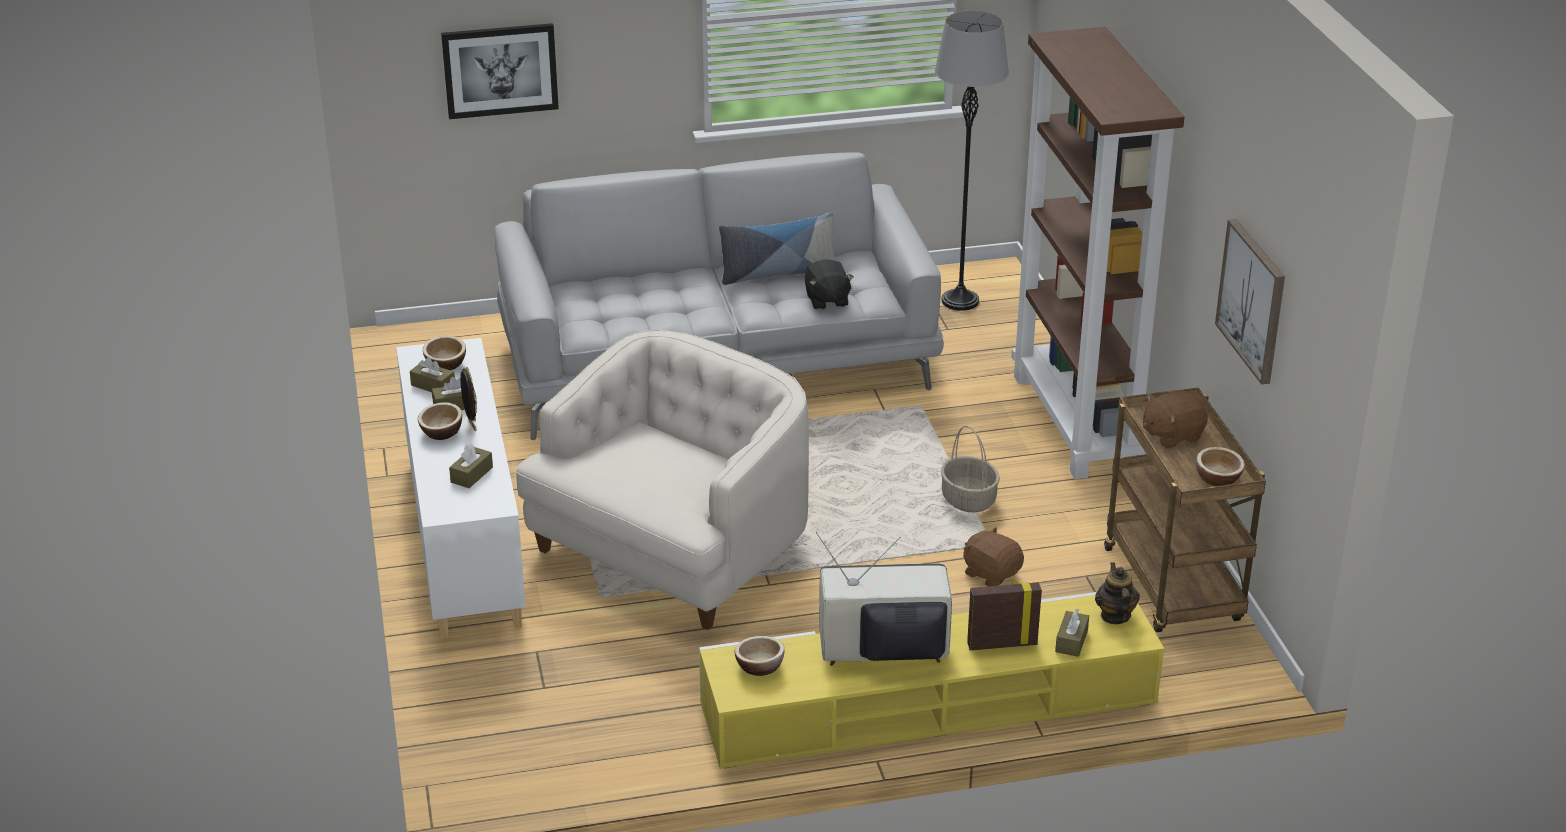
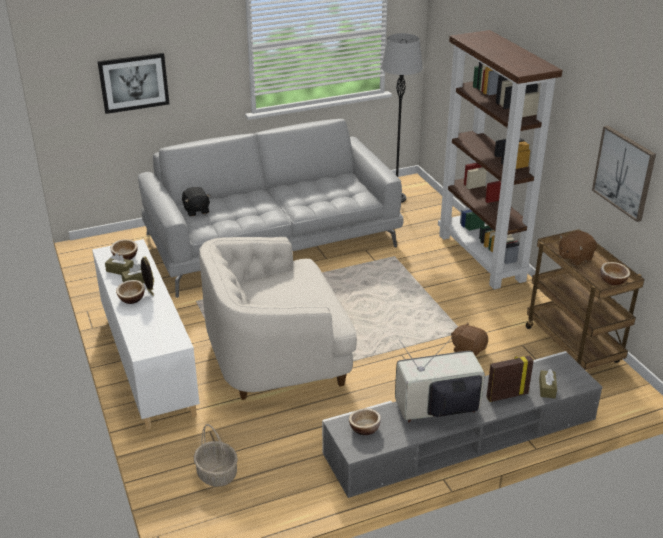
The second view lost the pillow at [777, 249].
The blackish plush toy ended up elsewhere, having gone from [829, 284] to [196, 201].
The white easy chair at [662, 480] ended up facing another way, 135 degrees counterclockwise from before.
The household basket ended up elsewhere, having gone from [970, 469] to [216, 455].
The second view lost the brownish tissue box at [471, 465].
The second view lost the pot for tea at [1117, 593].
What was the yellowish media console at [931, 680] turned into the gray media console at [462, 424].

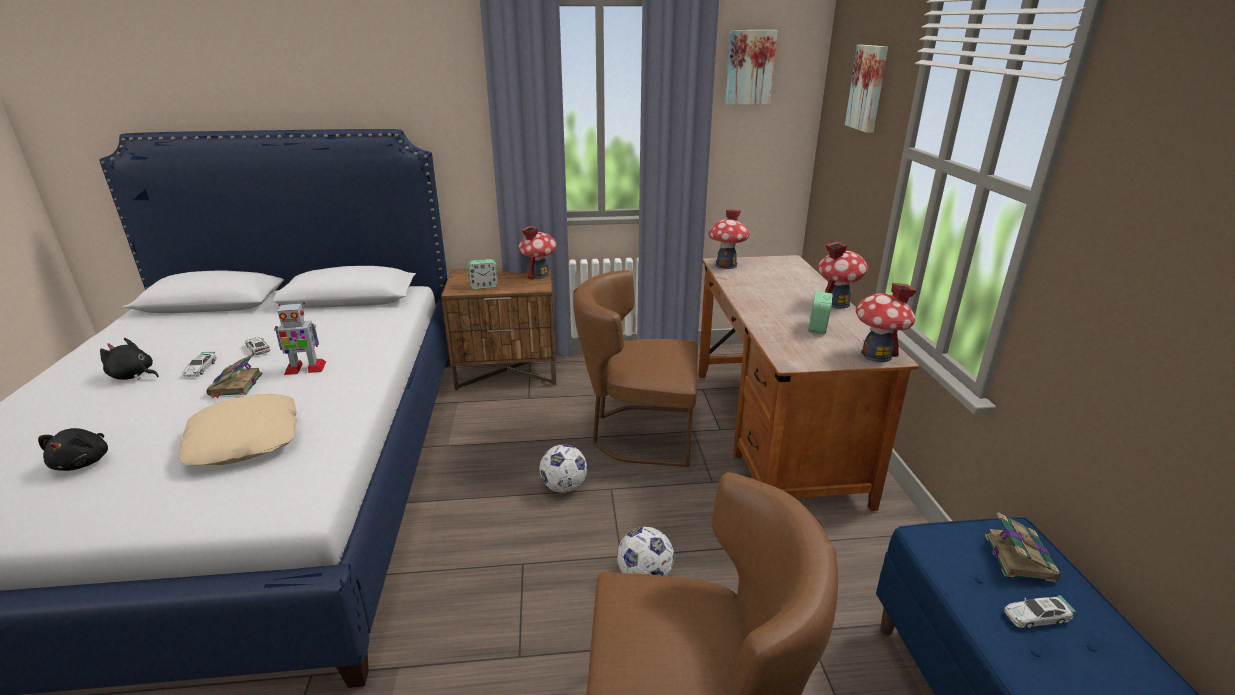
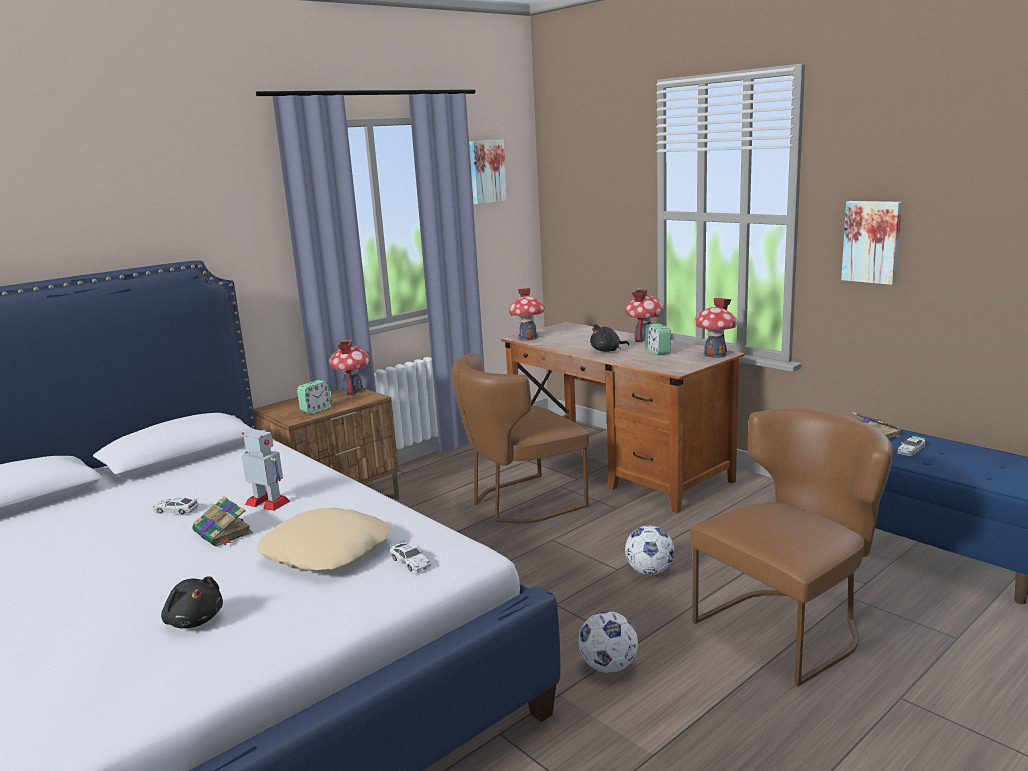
The wall picture ended up elsewhere, having gone from [866, 89] to [871, 243].
The toy robot at [300, 338] ended up facing another way, 105 degrees counterclockwise from before.
The blackish plush toy ended up elsewhere, having gone from [129, 359] to [609, 338].
The toy car ended up elsewhere, having gone from [200, 364] to [410, 556].
The ball for football ended up elsewhere, having gone from [563, 468] to [608, 642].

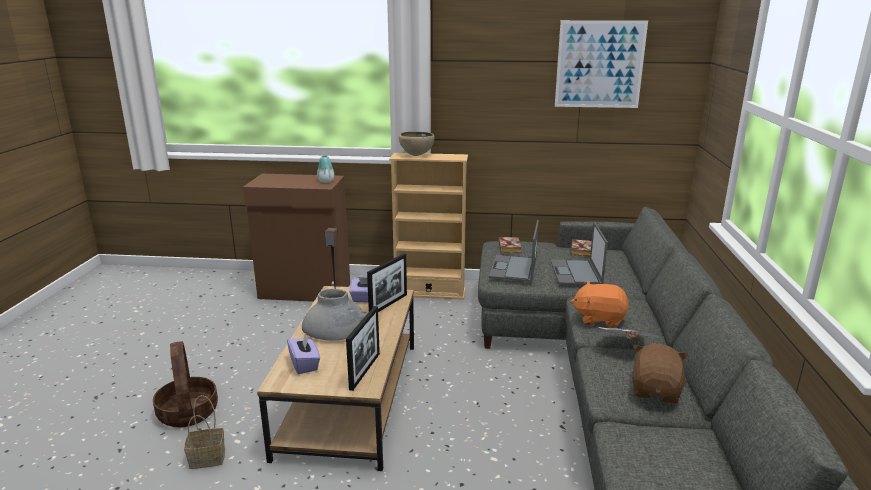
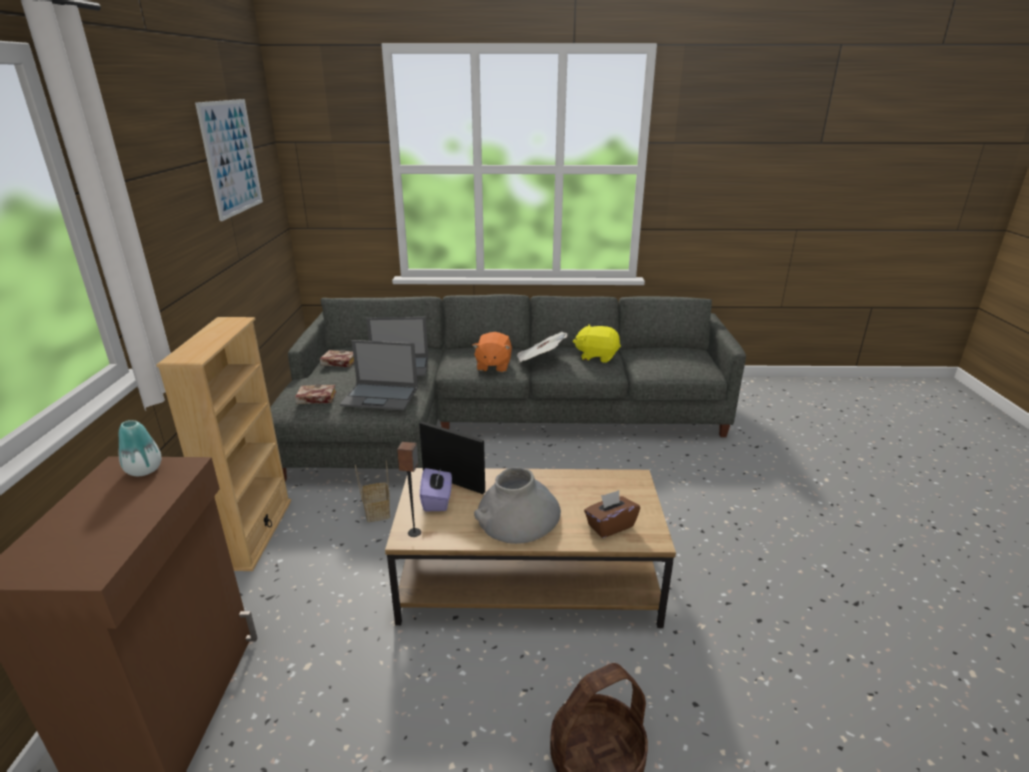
The second view lost the brownish bowl at [417, 143].
The second view lost the photo frame at [363, 348].
What was the purple-coloured tissue box at [303, 353] turned into the brownish tissue box at [612, 514].
What was the brownish plush toy at [660, 373] turned into the yellowish plush toy at [597, 344].
The household basket ended up elsewhere, having gone from [204, 432] to [372, 491].

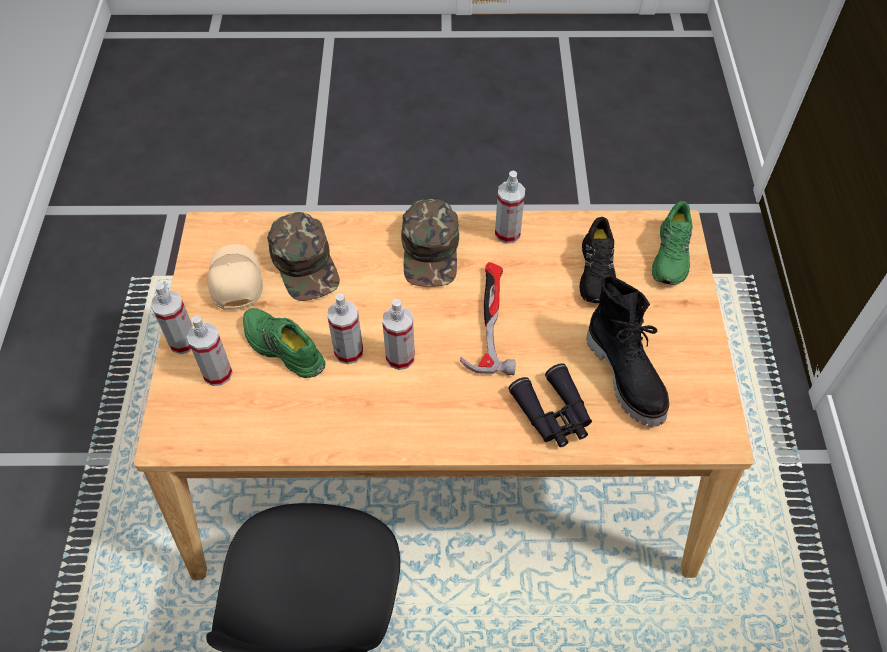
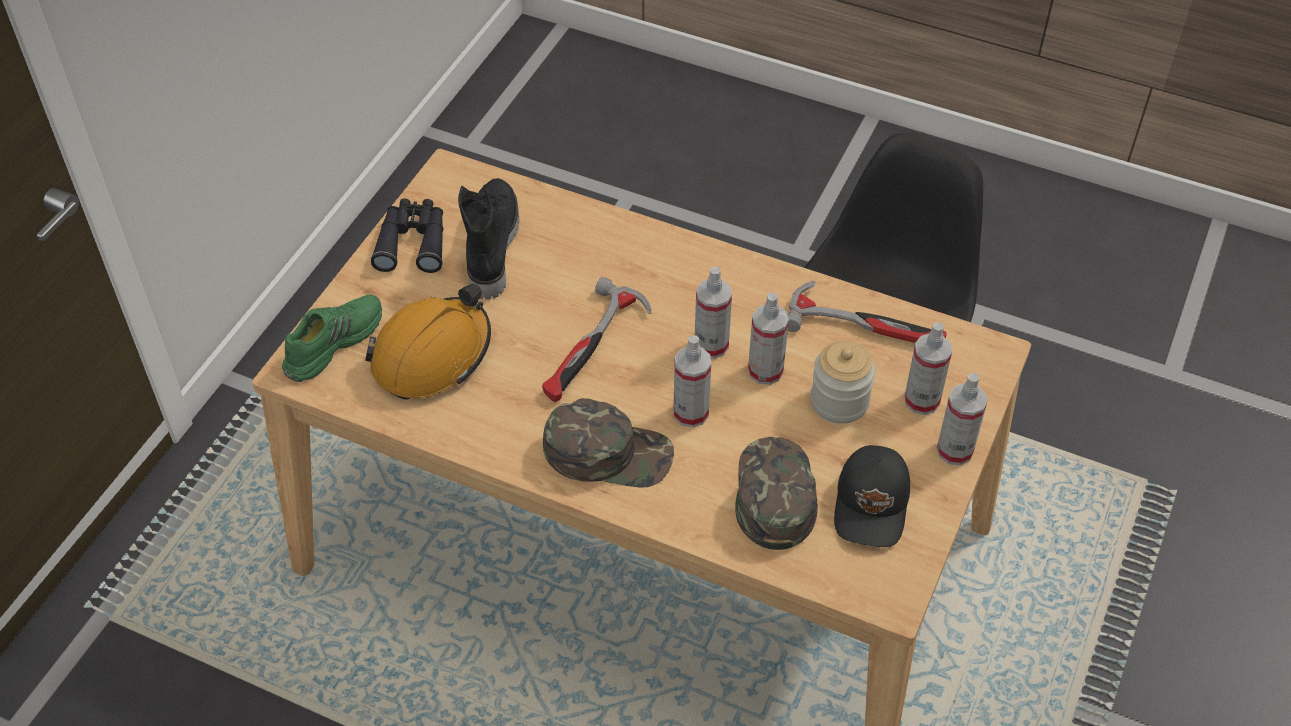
The hand sprayer ended up elsewhere, having gone from [510, 207] to [692, 381].
The greenish cap at [430, 243] ended up facing another way, 75 degrees clockwise from before.
Where the blackish item of footwear stood at [598, 260], the orange-coloured work helmet came to stand at [428, 342].
What was the sand-coloured cap at [235, 277] turned into the blackish cap at [872, 496].
Where the greenish item of footwear stood at [284, 343], the preserve jar came to stand at [843, 382].
The blackish field glasses ended up elsewhere, having gone from [550, 405] to [407, 235].
The second view gained the hand hammer at [867, 312].

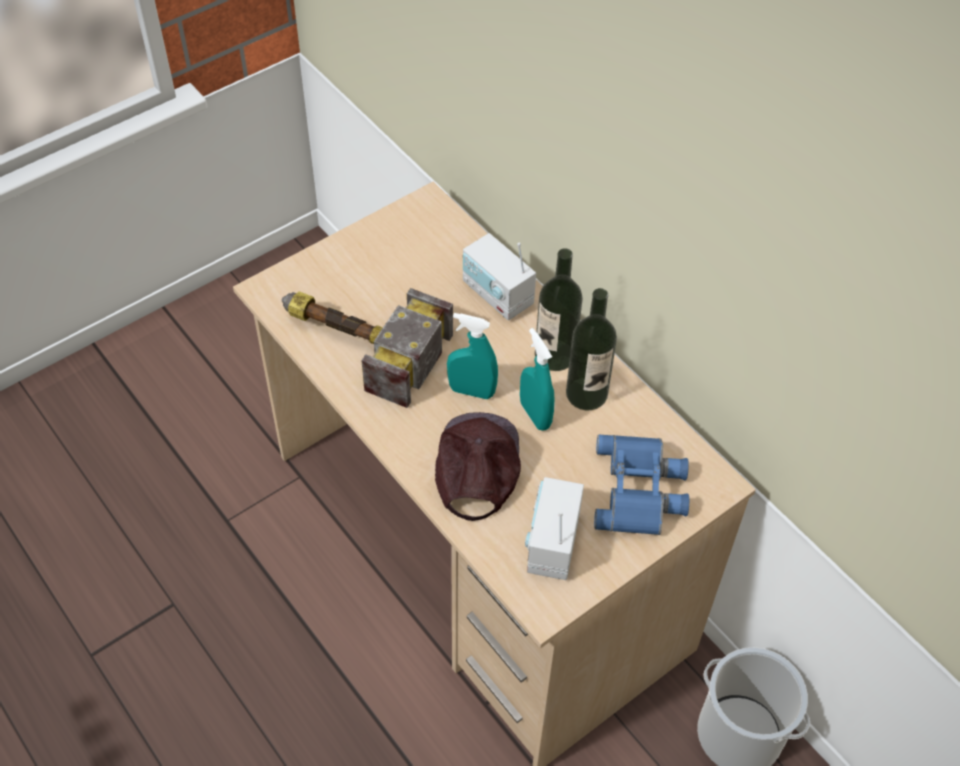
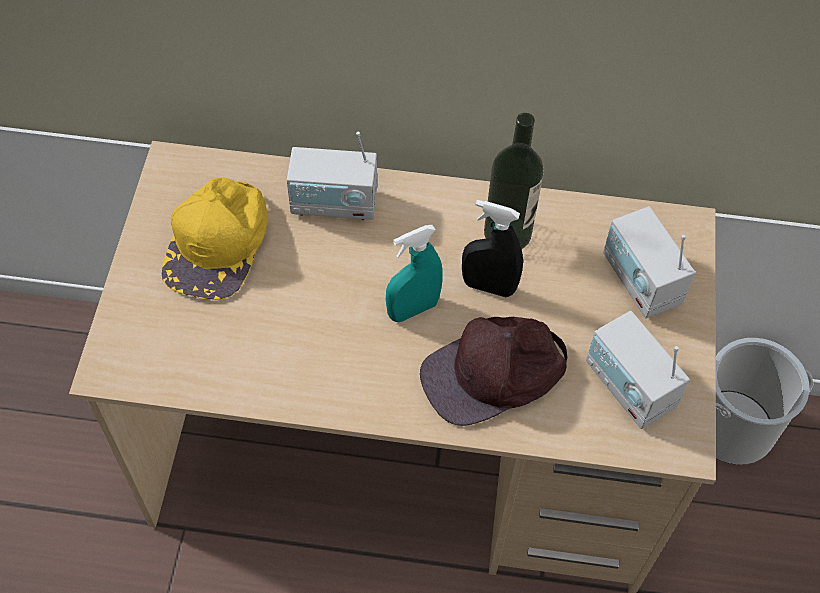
The second view lost the beverage bottle at [559, 309].
The second view lost the hand hammer at [367, 348].
What was the blue-green hand sprayer at [537, 379] turned into the blackish hand sprayer at [492, 248].
The brownish cap at [478, 466] ended up facing another way, 75 degrees counterclockwise from before.
Where the bluish field glasses stood at [641, 485], the radio came to stand at [649, 262].
The second view gained the yellowish cap at [214, 238].

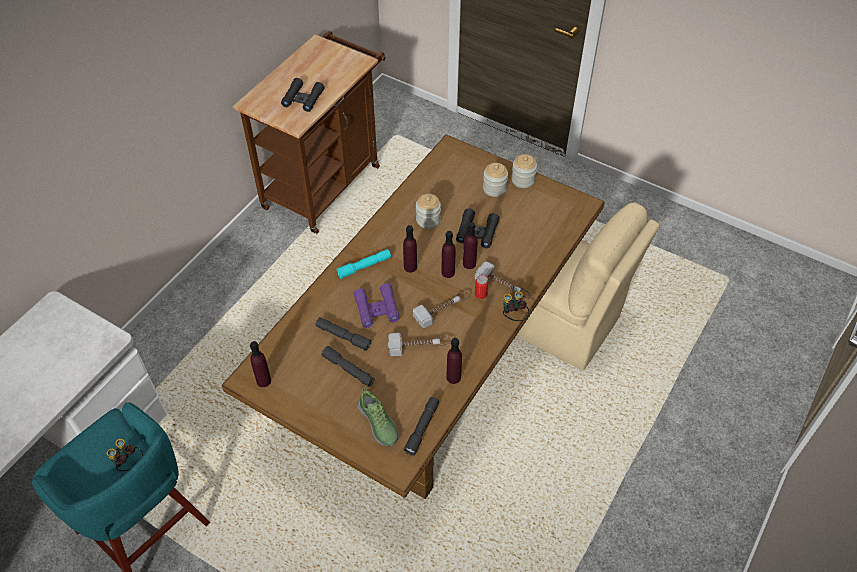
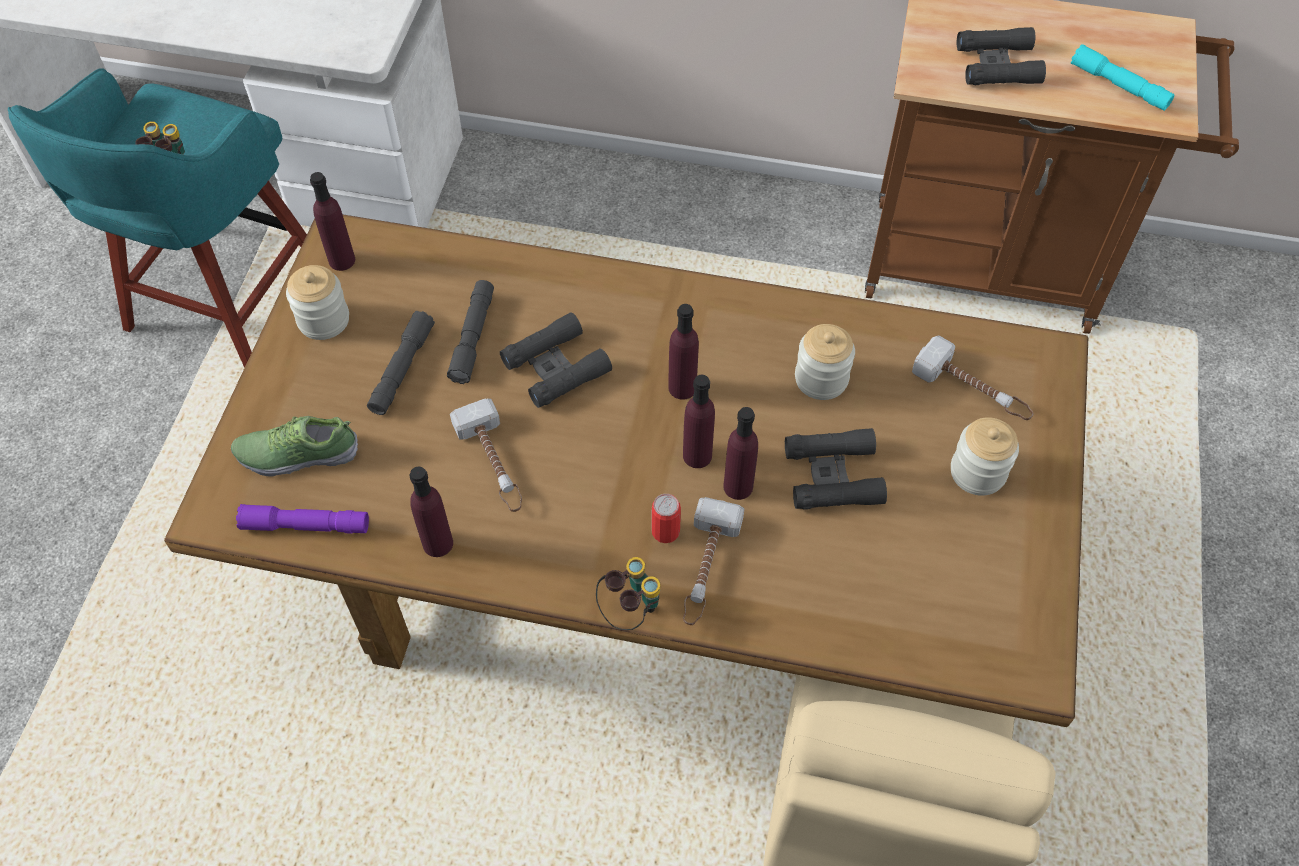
The preserve jar ended up elsewhere, having gone from [524, 171] to [317, 302].
The blue-green torch ended up elsewhere, having gone from [364, 264] to [1123, 77].
What was the purple-coloured field glasses at [376, 305] turned into the blackish field glasses at [556, 360].
The hand hammer ended up elsewhere, having gone from [441, 310] to [973, 377].
The item of footwear at [378, 417] ended up facing another way, 45 degrees clockwise from before.
What was the gray torch at [421, 426] turned into the purple-coloured torch at [302, 519].

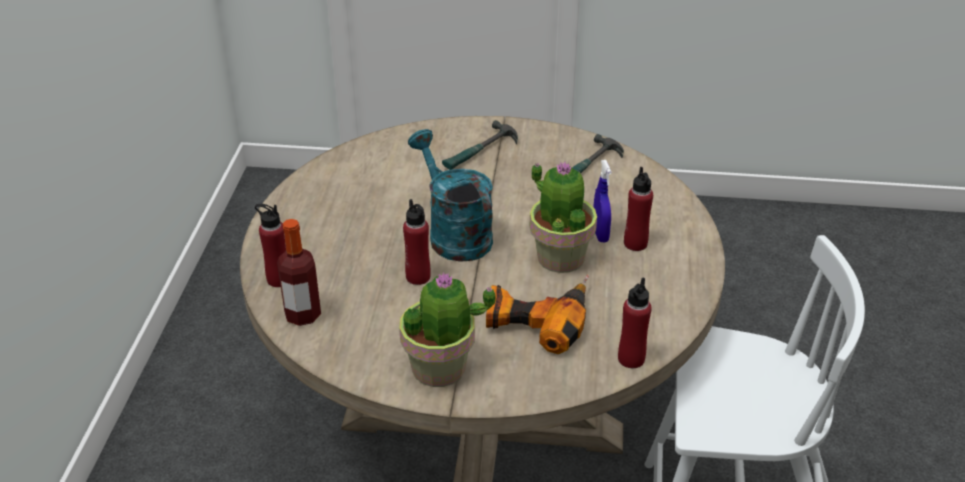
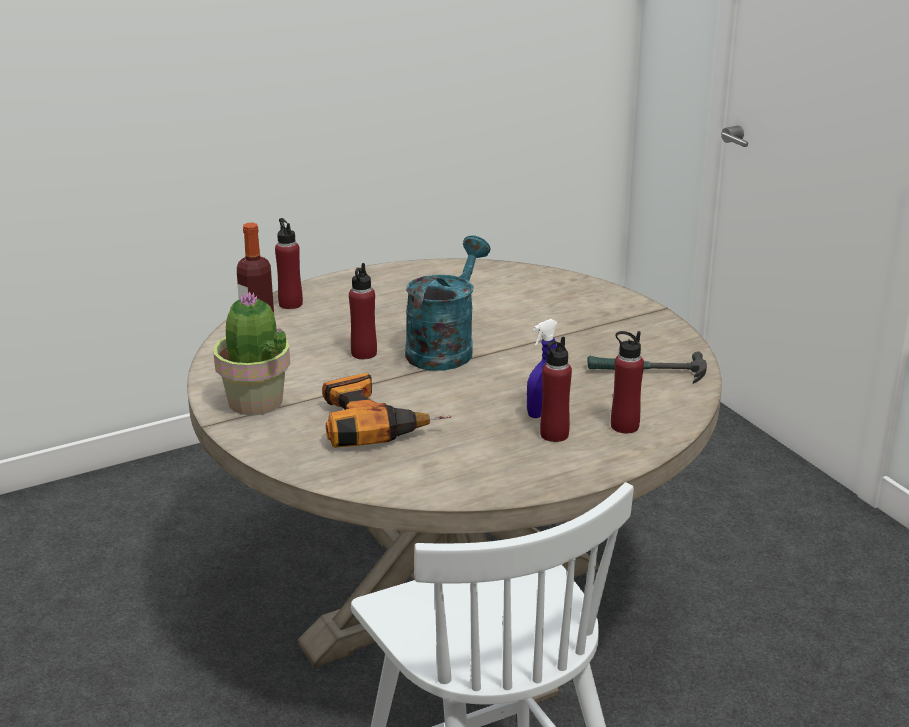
The second view lost the hand hammer at [480, 145].
The second view lost the plant in a pot at [563, 217].
The reddish beverage bottle ended up elsewhere, having gone from [635, 322] to [627, 382].

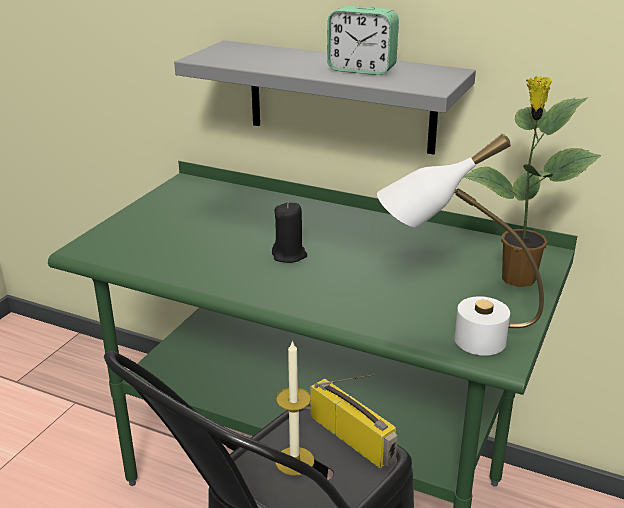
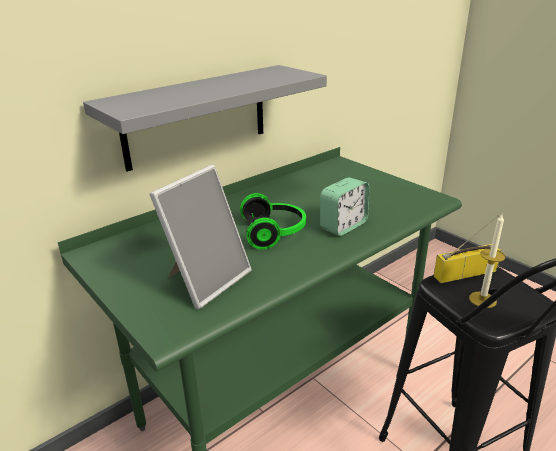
The alarm clock ended up elsewhere, having gone from [363, 40] to [345, 206].
The second view lost the plant in a pot at [532, 181].
The second view lost the white table lamp at [460, 245].
Where the blackish wax light stood at [289, 232], the headset came to stand at [273, 221].
The second view gained the photo frame at [201, 237].

